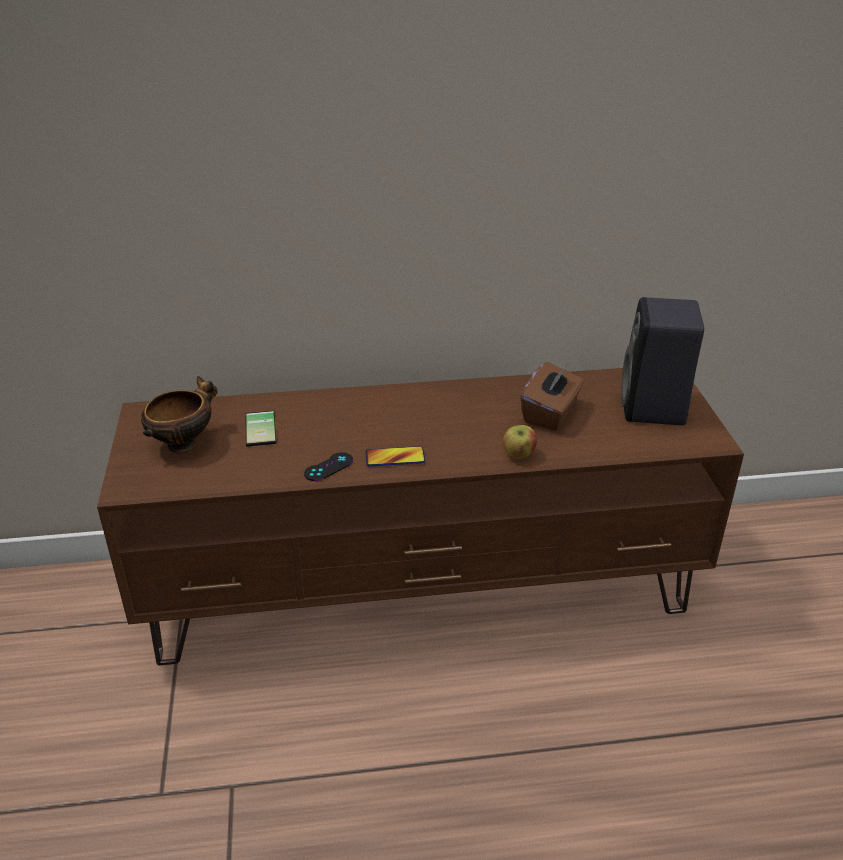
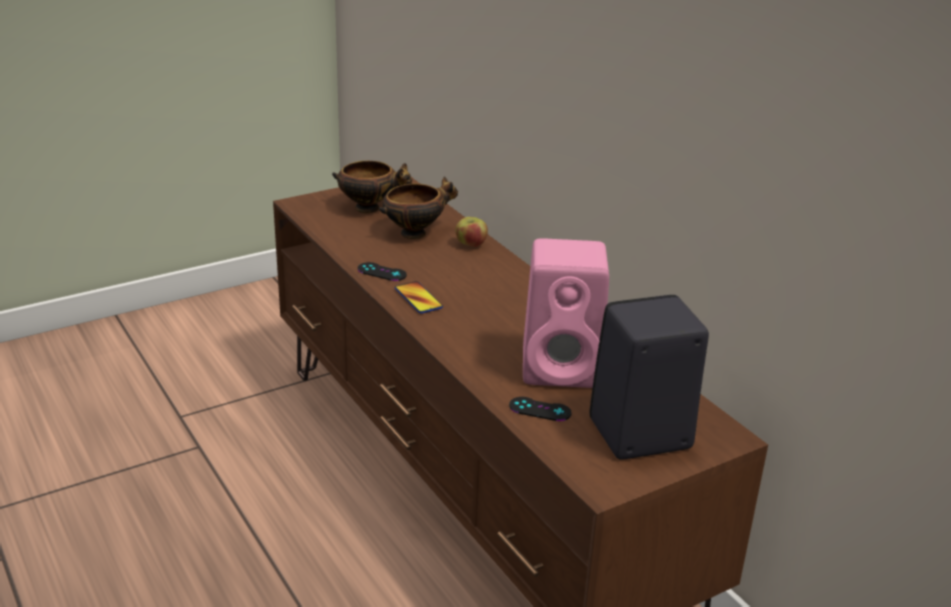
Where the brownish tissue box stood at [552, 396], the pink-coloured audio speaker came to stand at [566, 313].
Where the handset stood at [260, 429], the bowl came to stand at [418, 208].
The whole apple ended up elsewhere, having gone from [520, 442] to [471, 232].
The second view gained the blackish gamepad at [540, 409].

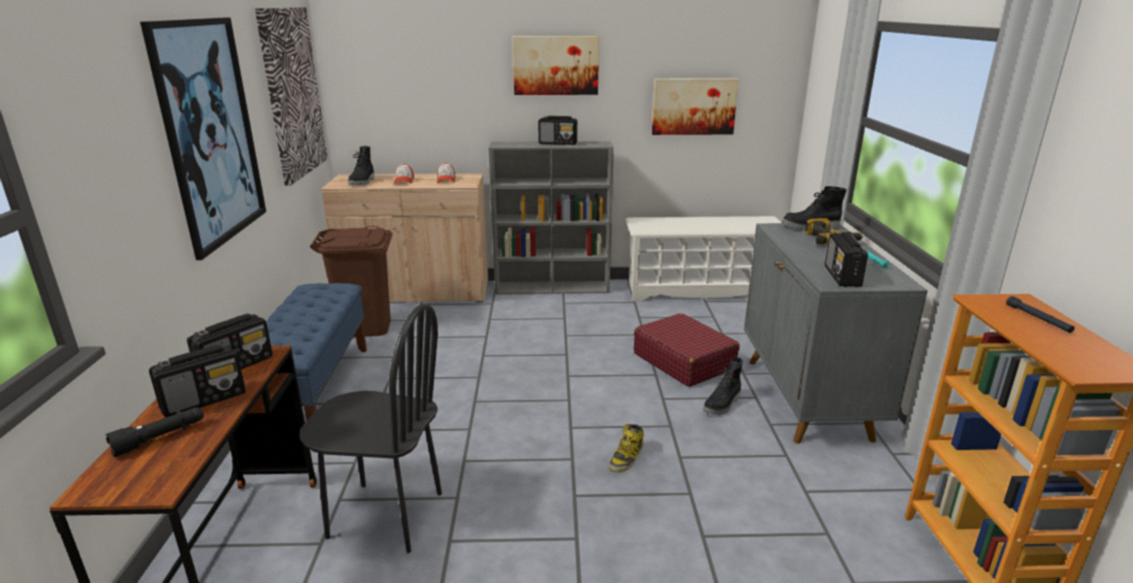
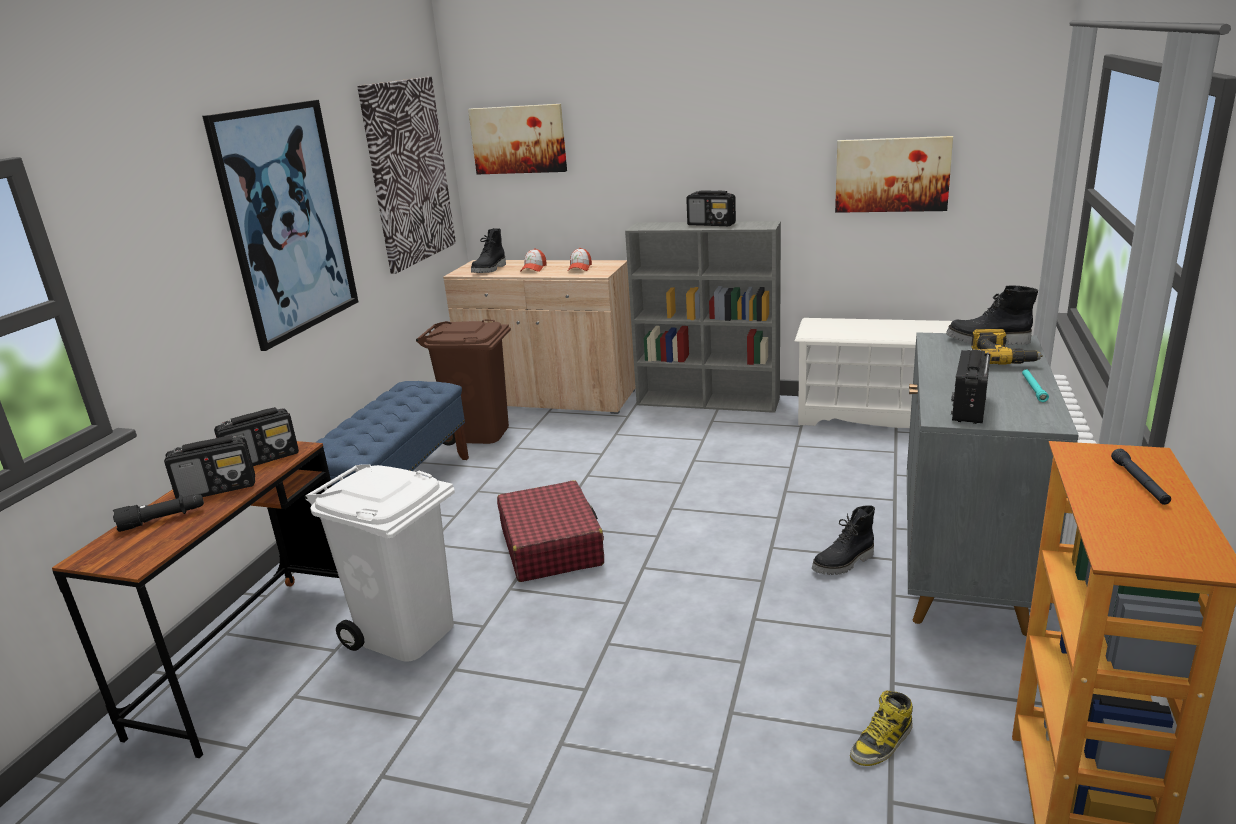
The wall picture ended up elsewhere, having gone from [556, 65] to [517, 139].
Where the blackish plain chair stood at [371, 428], the white trash can came to stand at [380, 563].
The reddish travel case ended up elsewhere, having gone from [687, 350] to [550, 531].
The boot ended up elsewhere, having gone from [626, 448] to [881, 728].

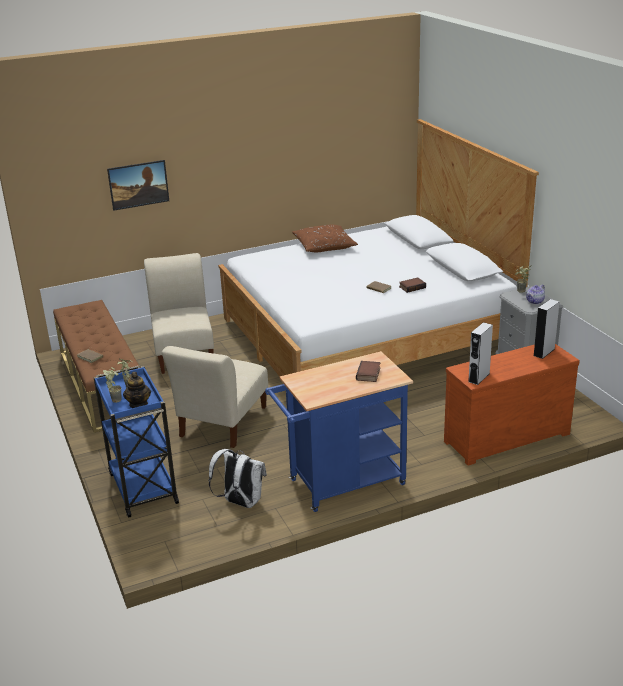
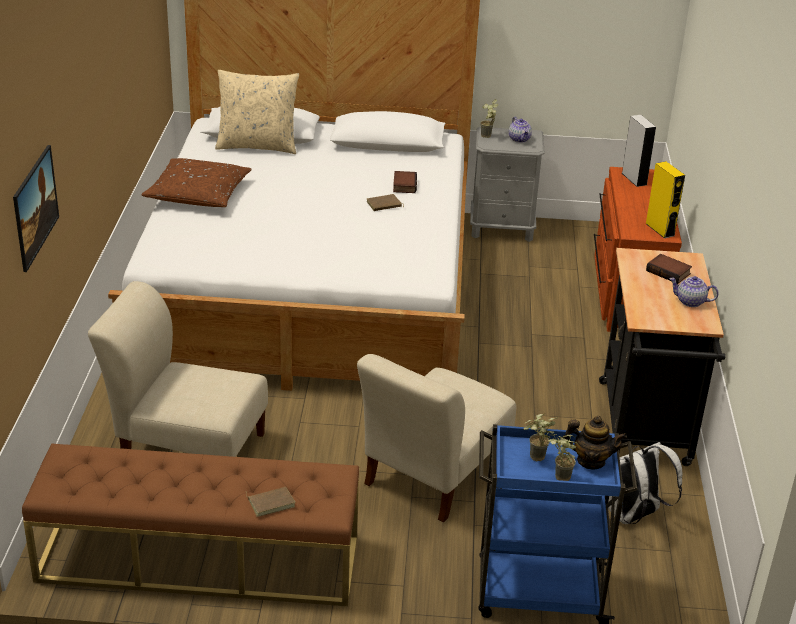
What was the gray audio speaker at [480, 353] turned into the yellowish audio speaker at [665, 199].
The sand-coloured plain chair at [215, 397] ended up facing another way, 75 degrees clockwise from before.
What was the bluish trolley at [339, 431] turned into the blackish trolley at [662, 357].
The second view gained the sand-coloured pillow at [257, 112].
The second view gained the pot for tea at [694, 291].

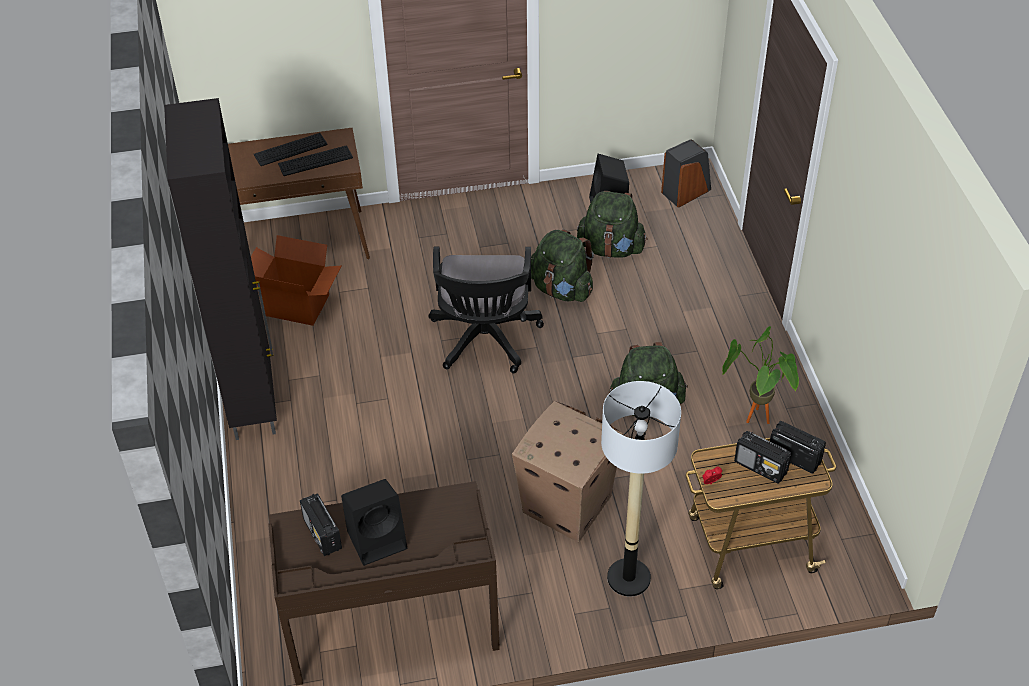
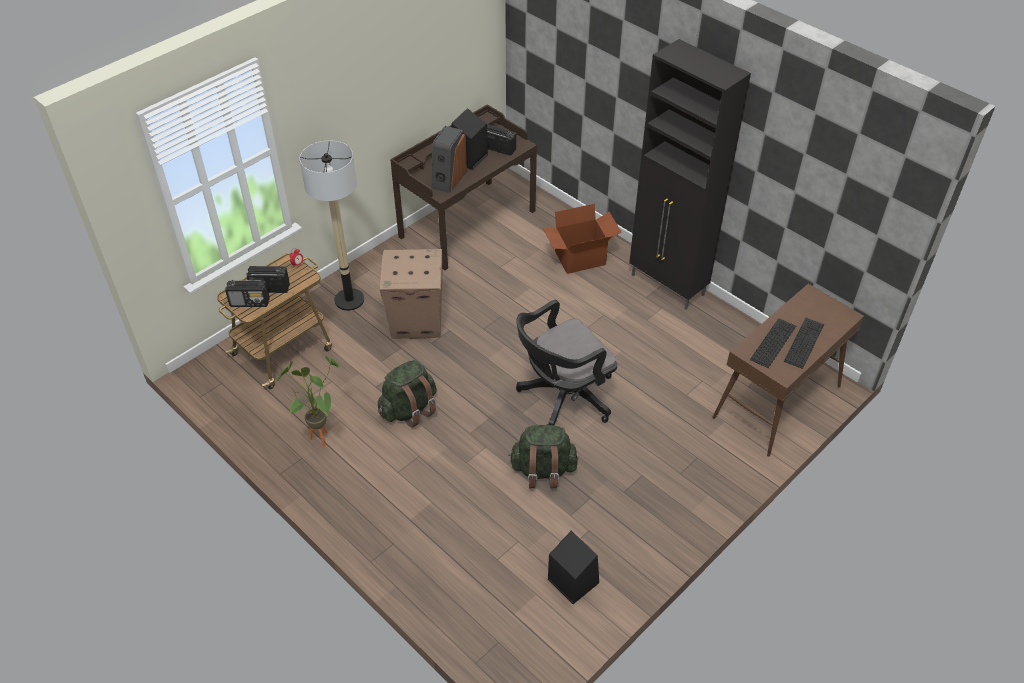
The audio speaker ended up elsewhere, having gone from [686, 173] to [449, 159].
The second view lost the greenish backpack at [612, 224].
The packing box ended up elsewhere, having gone from [296, 280] to [581, 239].
The blackish computer chair at [486, 309] ended up facing another way, 90 degrees counterclockwise from before.

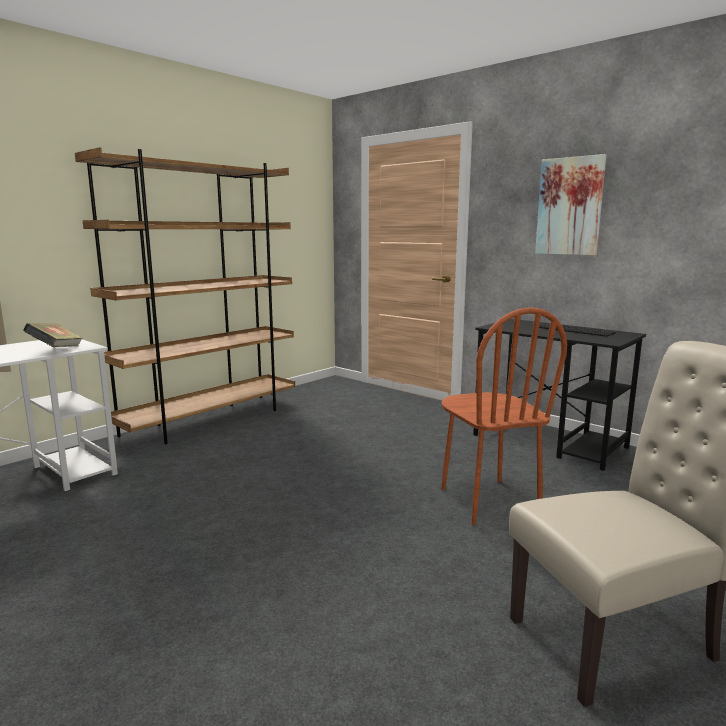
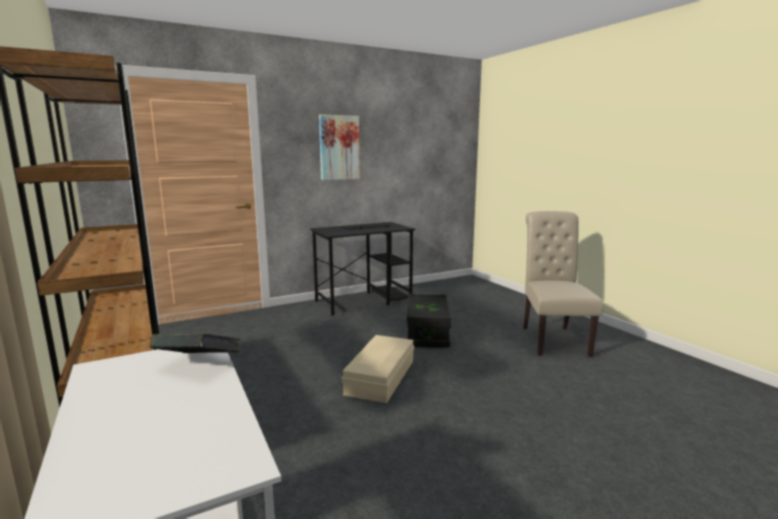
Where the brownish plain chair stood at [504, 416], the blackish storage box came to stand at [429, 321].
The second view gained the sand-coloured storage box at [378, 369].

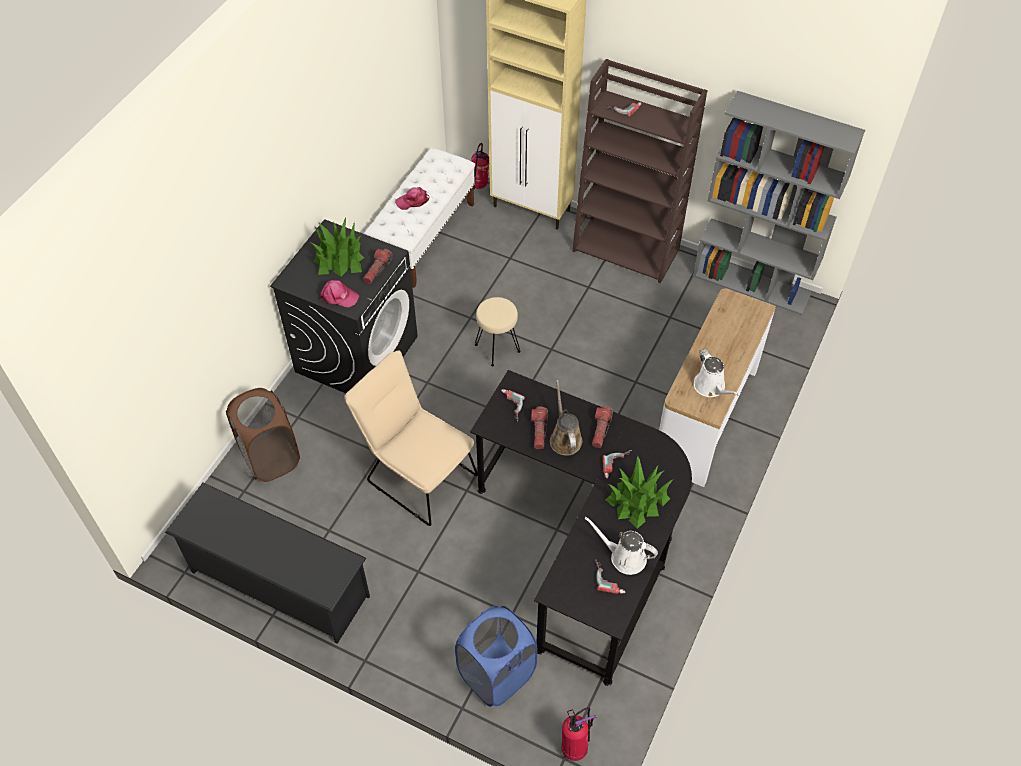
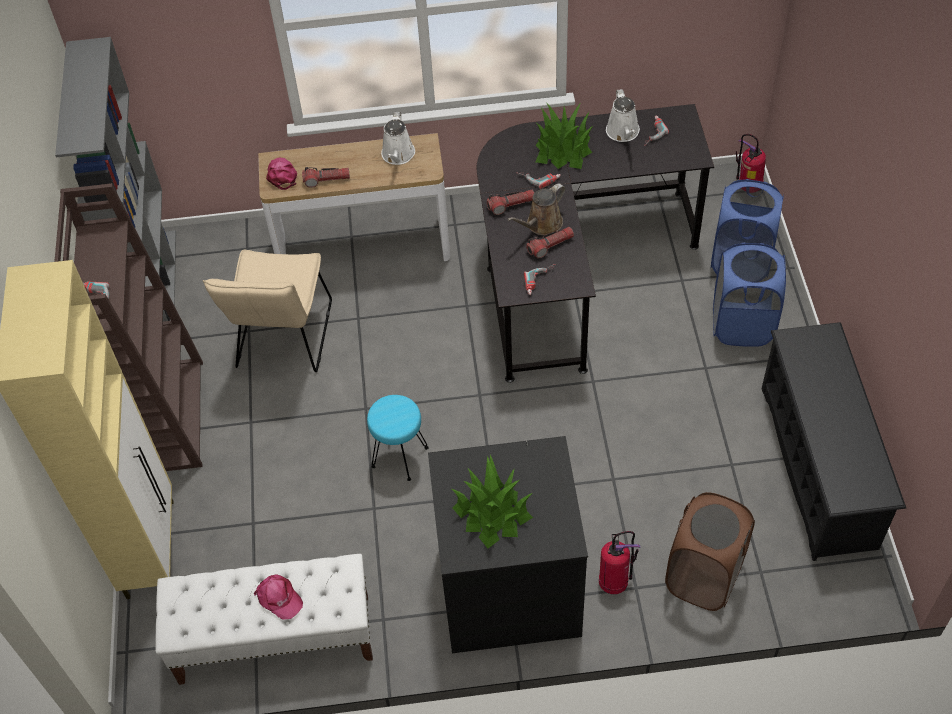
The extinguisher ended up elsewhere, having gone from [480, 166] to [620, 562].
The torch ended up elsewhere, having gone from [378, 266] to [326, 177].
The pink-coloured cap ended up elsewhere, having gone from [339, 294] to [281, 173].
What was the sand-coloured stool at [497, 331] turned into the blue-green stool at [397, 438].
The white watering can at [716, 373] ended up facing another way, 150 degrees clockwise from before.
The sand-coloured plain chair ended up elsewhere, having gone from [411, 438] to [267, 311].
The second view gained the bluish washing basket at [749, 294].

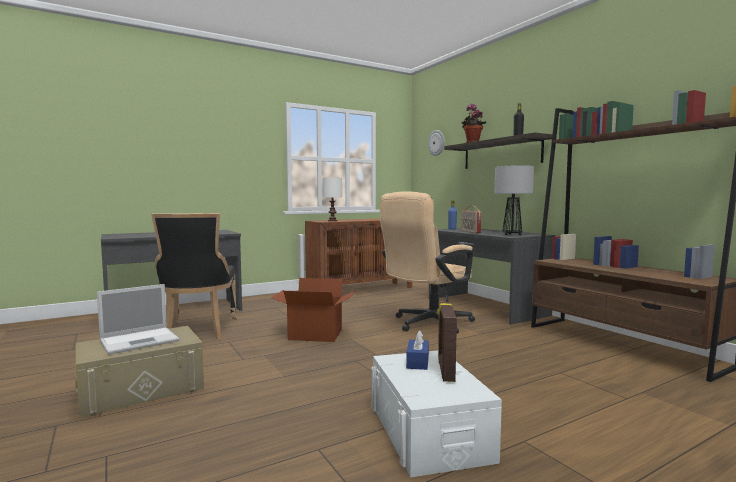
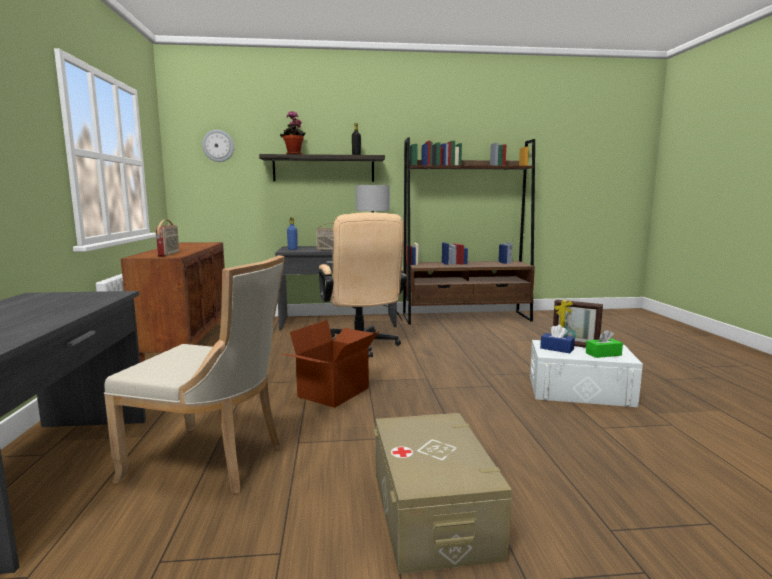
Where the white table lamp stood at [332, 199], the radio came to stand at [167, 237].
What was the blackish plain chair at [194, 276] turned into the sand-coloured plain chair at [194, 374].
The second view lost the laptop at [138, 319].
The second view gained the greenish tissue box at [604, 344].

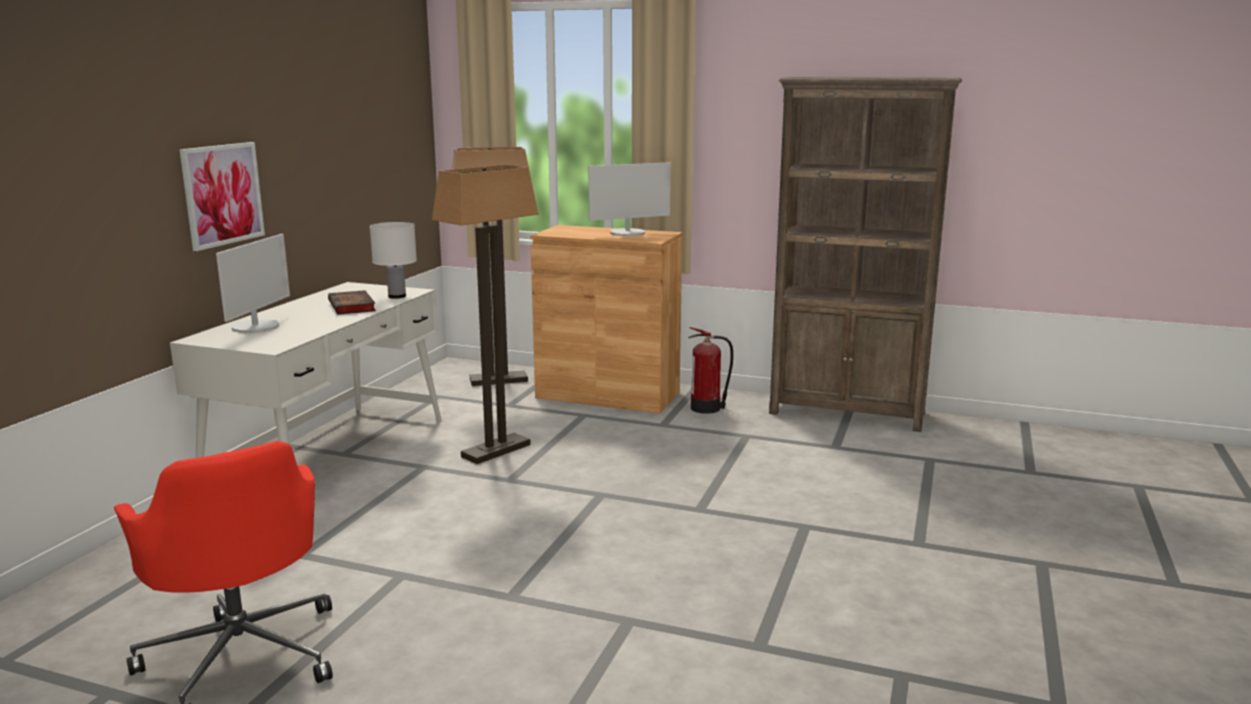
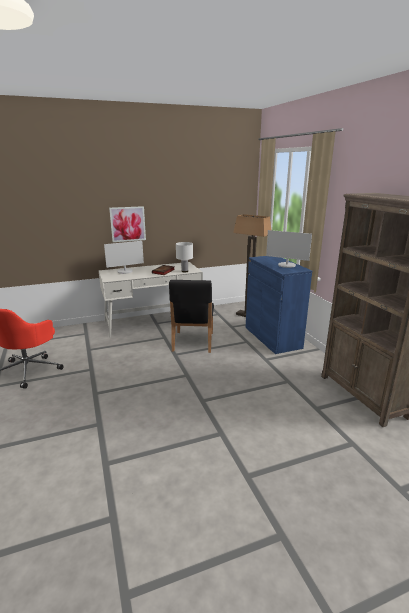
Where the standard lamp stood at [485, 314], the blackish plain chair came to stand at [191, 316].
What was the brownish storage cabinet at [606, 319] turned into the bluish storage cabinet at [279, 305].
The second view lost the extinguisher at [710, 370].

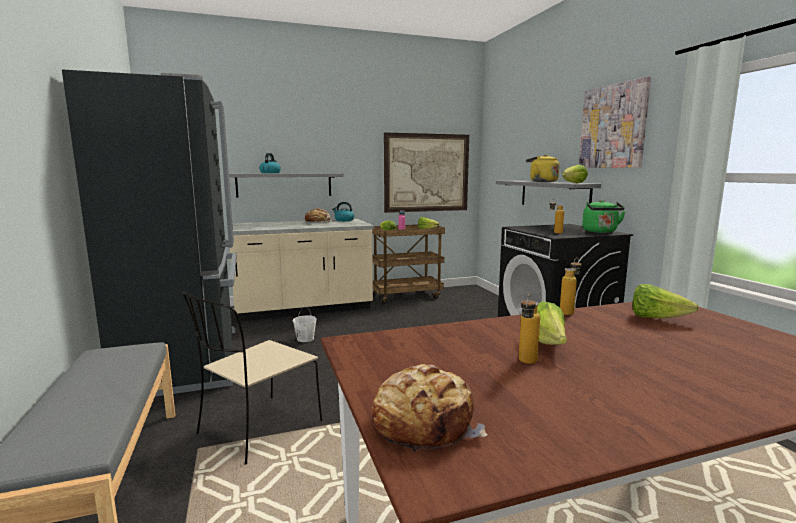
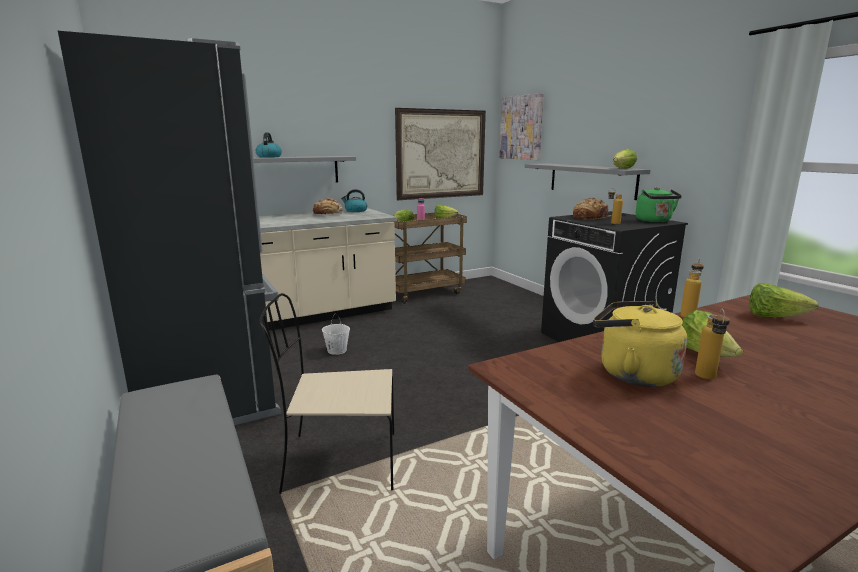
The wall picture ended up elsewhere, having gone from [615, 122] to [522, 126].
The yellowish tea kettle ended up elsewhere, having gone from [543, 168] to [640, 344].
The sand-coloured plain chair at [252, 378] ended up facing another way, 60 degrees clockwise from before.
The baked bread ended up elsewhere, having gone from [430, 408] to [592, 208].

